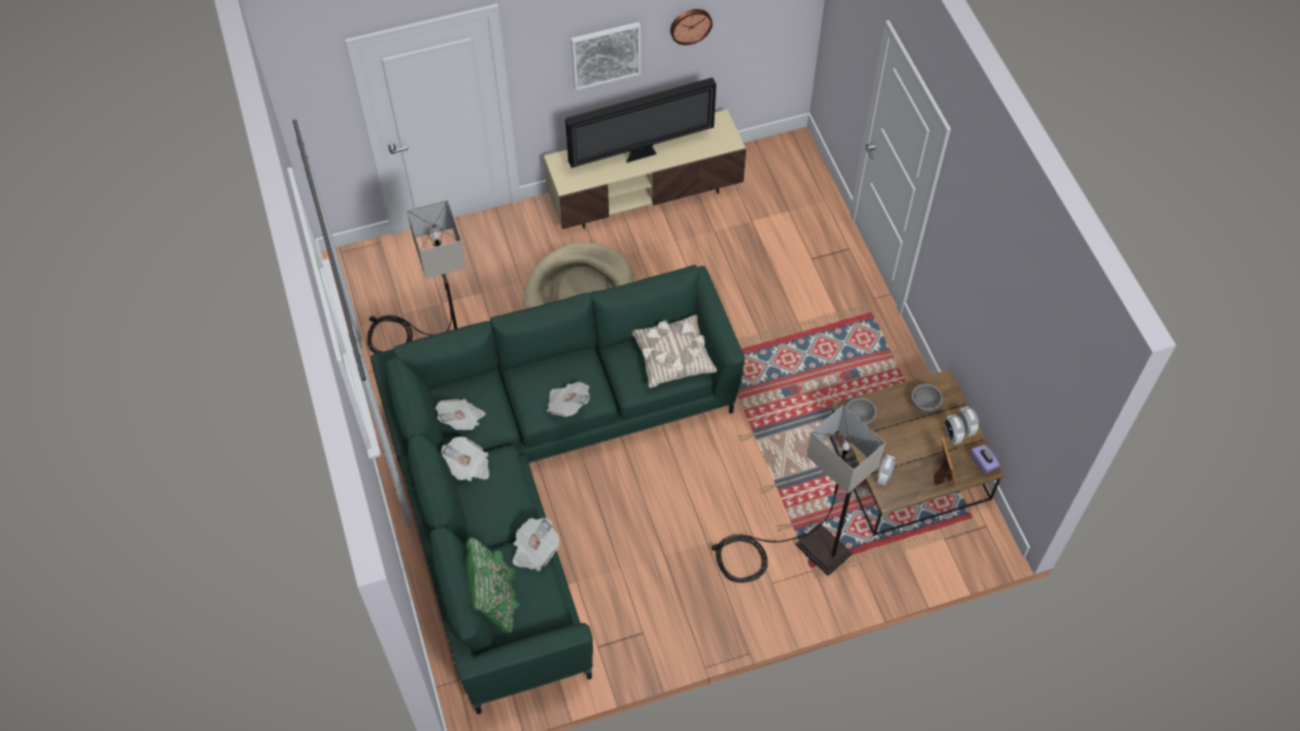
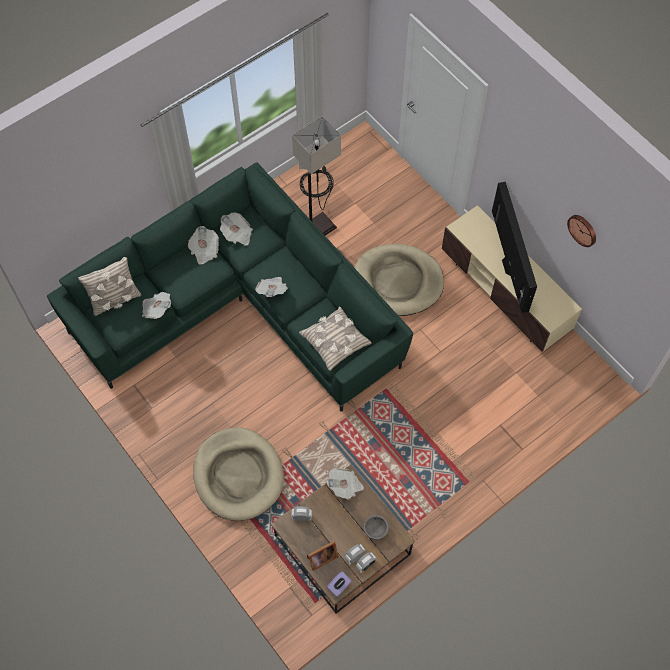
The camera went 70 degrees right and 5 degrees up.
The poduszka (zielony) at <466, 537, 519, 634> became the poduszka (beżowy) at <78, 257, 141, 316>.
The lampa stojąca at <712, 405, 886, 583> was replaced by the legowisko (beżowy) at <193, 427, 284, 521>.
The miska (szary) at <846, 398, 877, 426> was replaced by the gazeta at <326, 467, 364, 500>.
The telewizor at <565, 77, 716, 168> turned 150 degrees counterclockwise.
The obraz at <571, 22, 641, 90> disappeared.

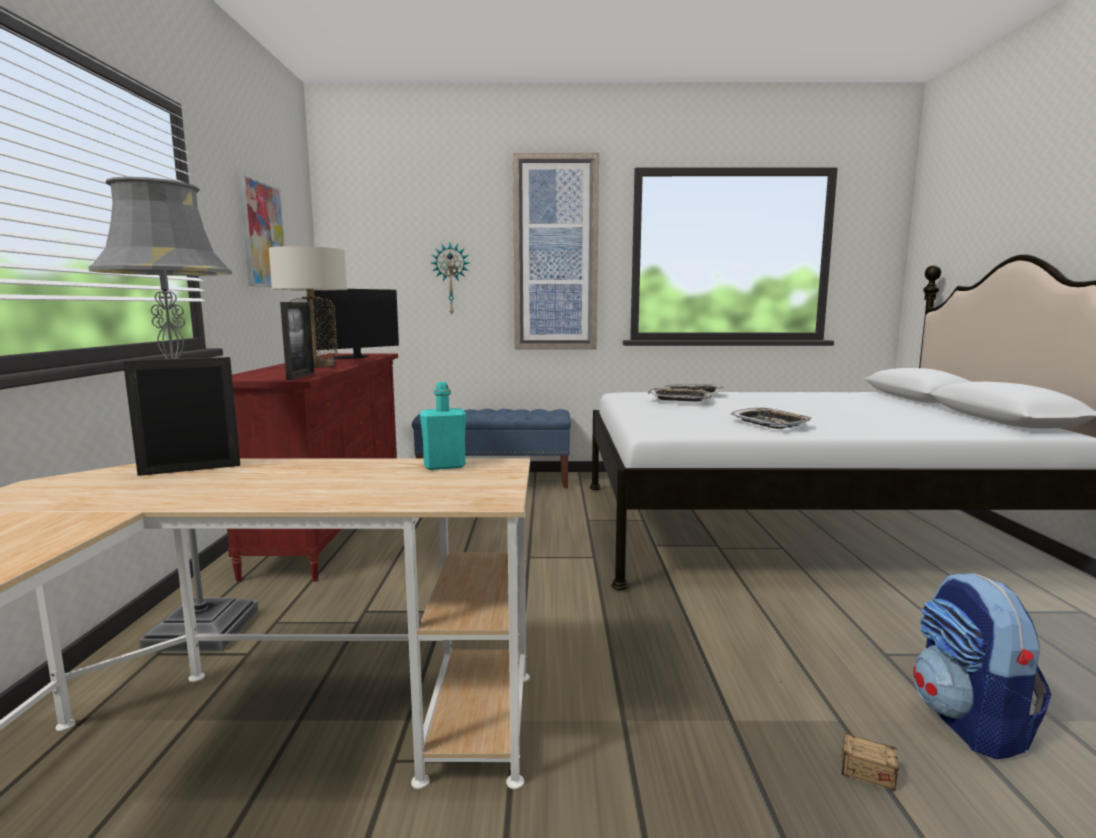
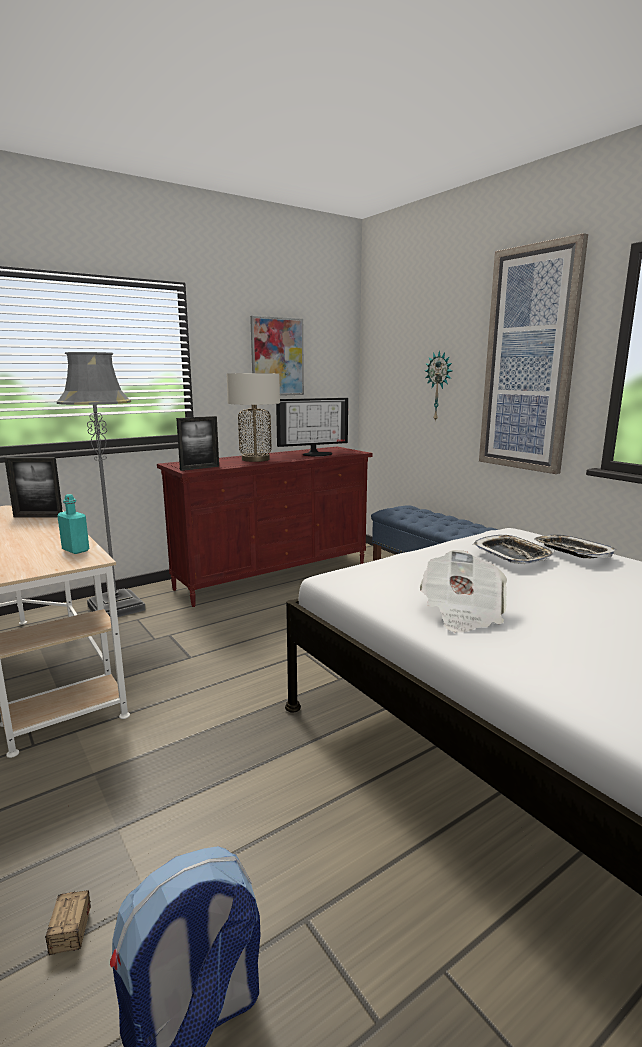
The camera went 55 degrees right and 5 degrees up.
The ramka na zdjęcie at <123, 357, 240, 476> turned 150 degrees clockwise.
The monitor at <306, 289, 399, 359> turned 150 degrees clockwise.
The taca at <730, 408, 812, 429> was replaced by the gazeta at <420, 550, 507, 633>.

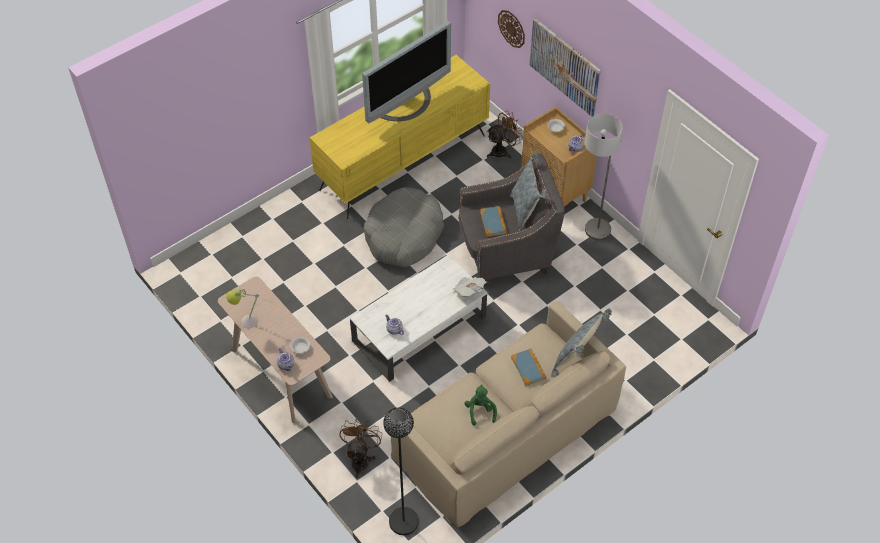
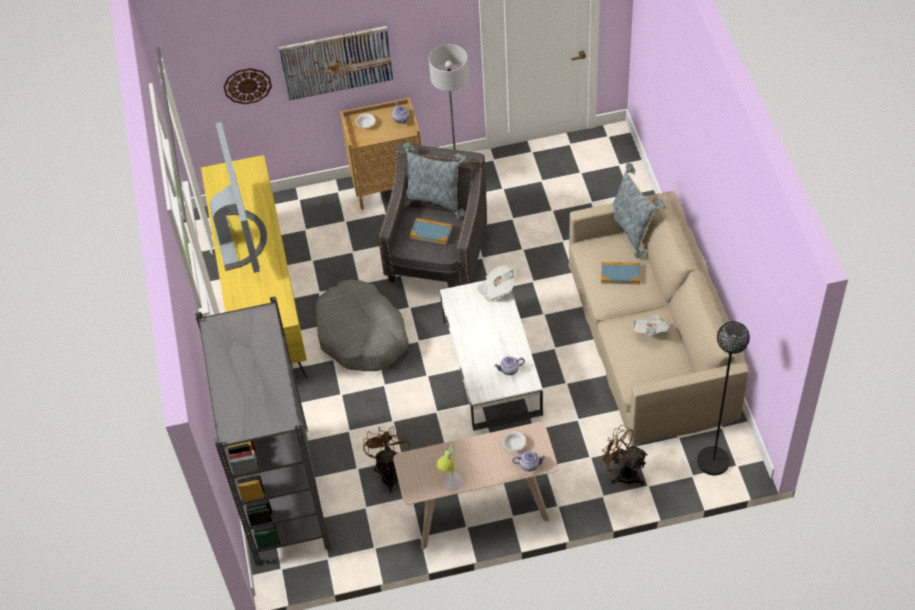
The camera went 60 degrees left and 0 degrees up.
The regał (szary) at <195, 296, 331, 565> appeared.
The wentylator (brązowy) moved from <487, 111, 523, 158> to <363, 427, 410, 493>.
The pluszak (zielony) at <465, 385, 497, 426> was replaced by the gazeta at <632, 315, 670, 335>.

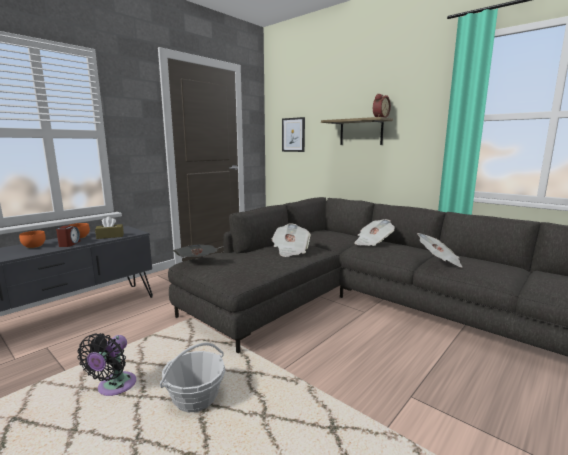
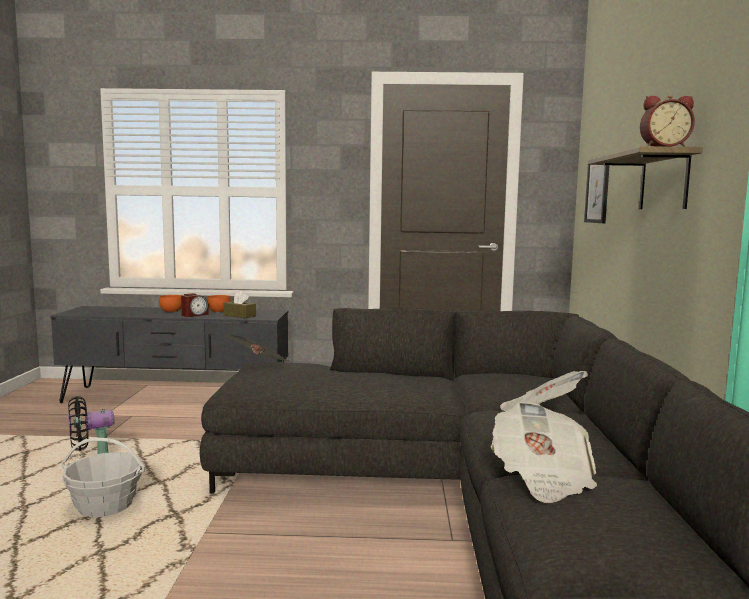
The camera went 50 degrees right and 5 degrees down.
The gazeta at <272, 223, 311, 257> disappeared.

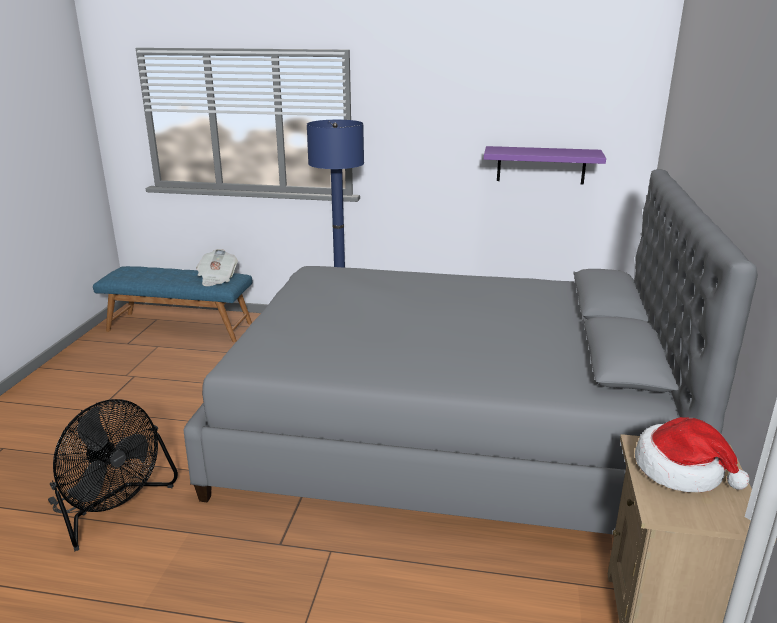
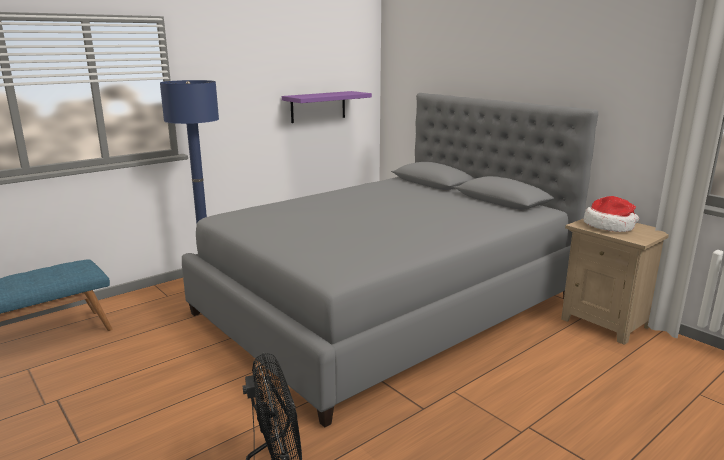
The camera went 50 degrees left and 5 degrees down.
The gazeta at <196, 249, 238, 286> disappeared.

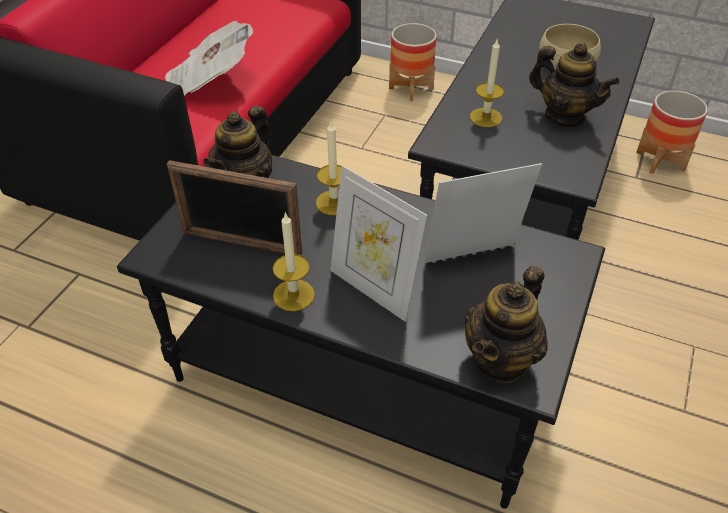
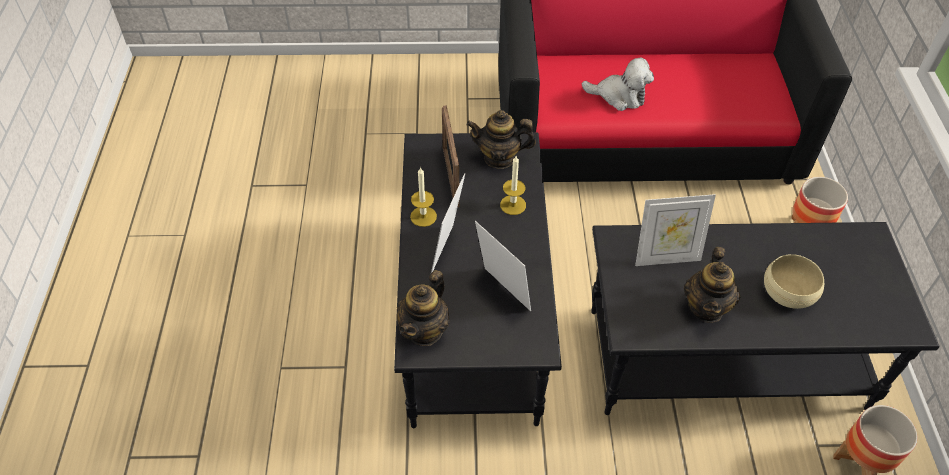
The camera went 65 degrees right and 5 degrees up.
The imbryk at <465, 266, 548, 383> turned 75 degrees counterclockwise.
The gazeta at <165, 21, 253, 96> was replaced by the pluszak at <582, 58, 654, 111>.
The świeca at <470, 40, 504, 127> was replaced by the ramka na zdjęcie at <635, 194, 716, 266>.

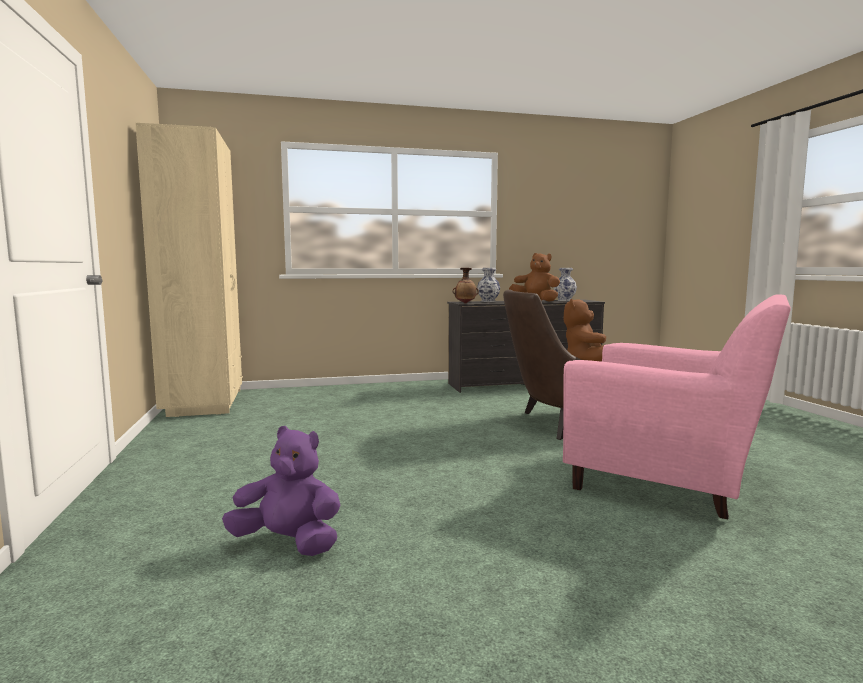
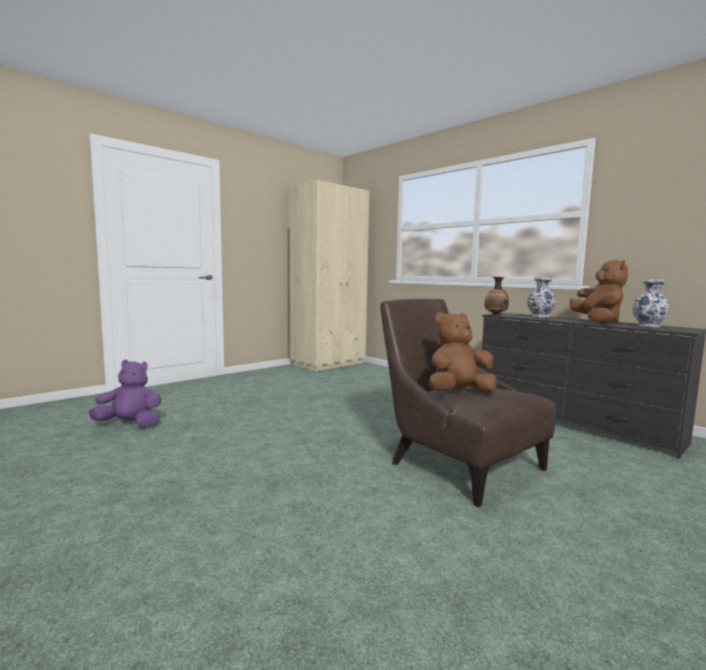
The camera went 60 degrees right and 0 degrees up.
The pluszak (fioletowy) at <222, 426, 340, 556> turned 75 degrees counterclockwise.
The fotel (różowy) at <563, 294, 791, 519> disappeared.

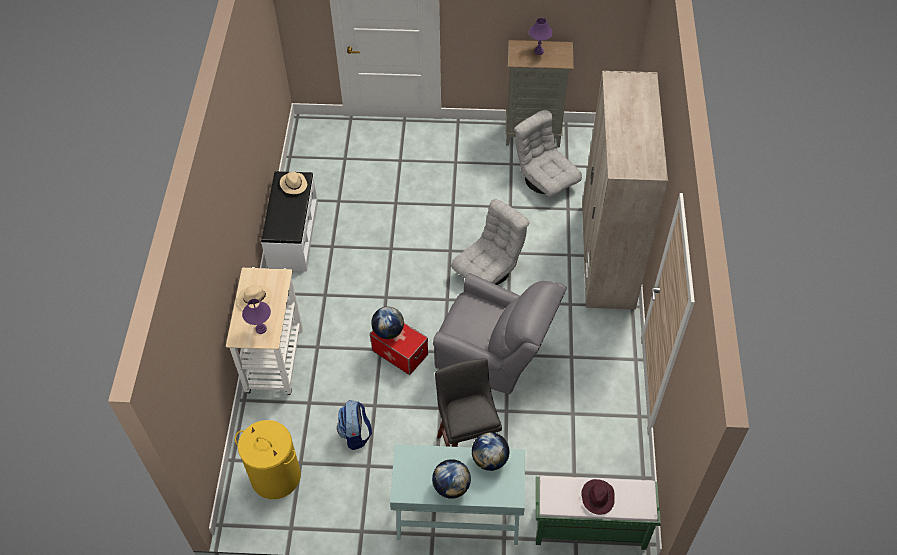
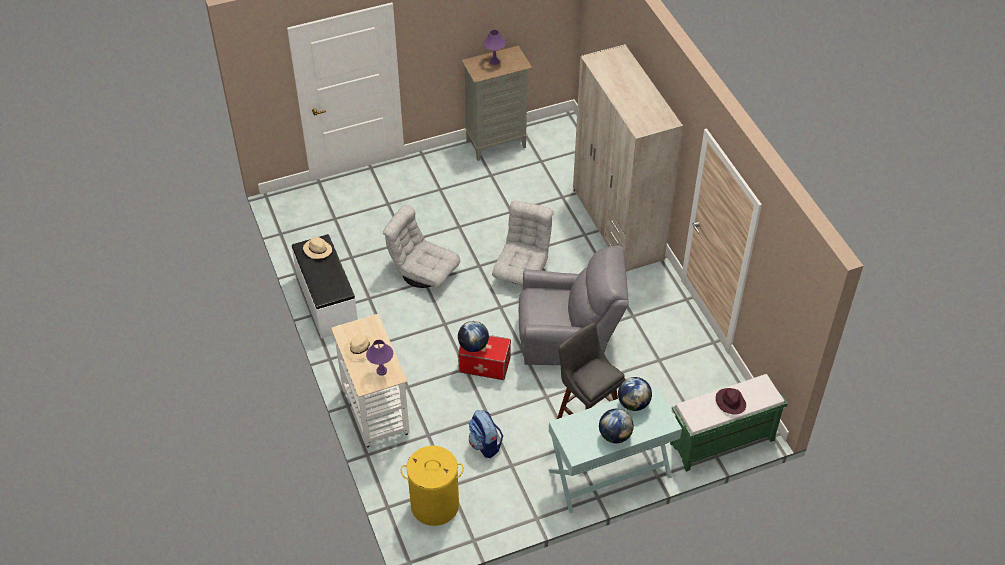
The camera went 25 degrees left and 5 degrees down.
The fotel (szary) moved from <514, 110, 582, 197> to <383, 205, 460, 288>.

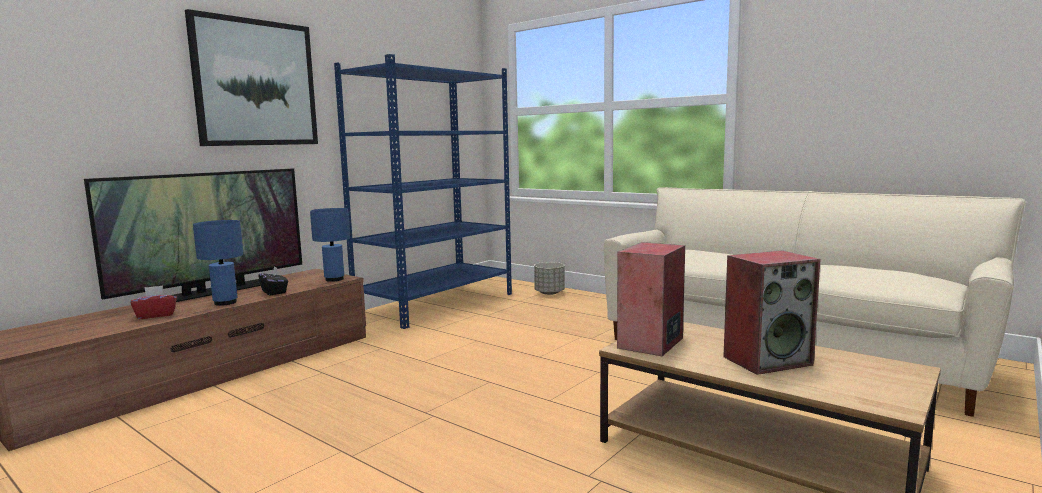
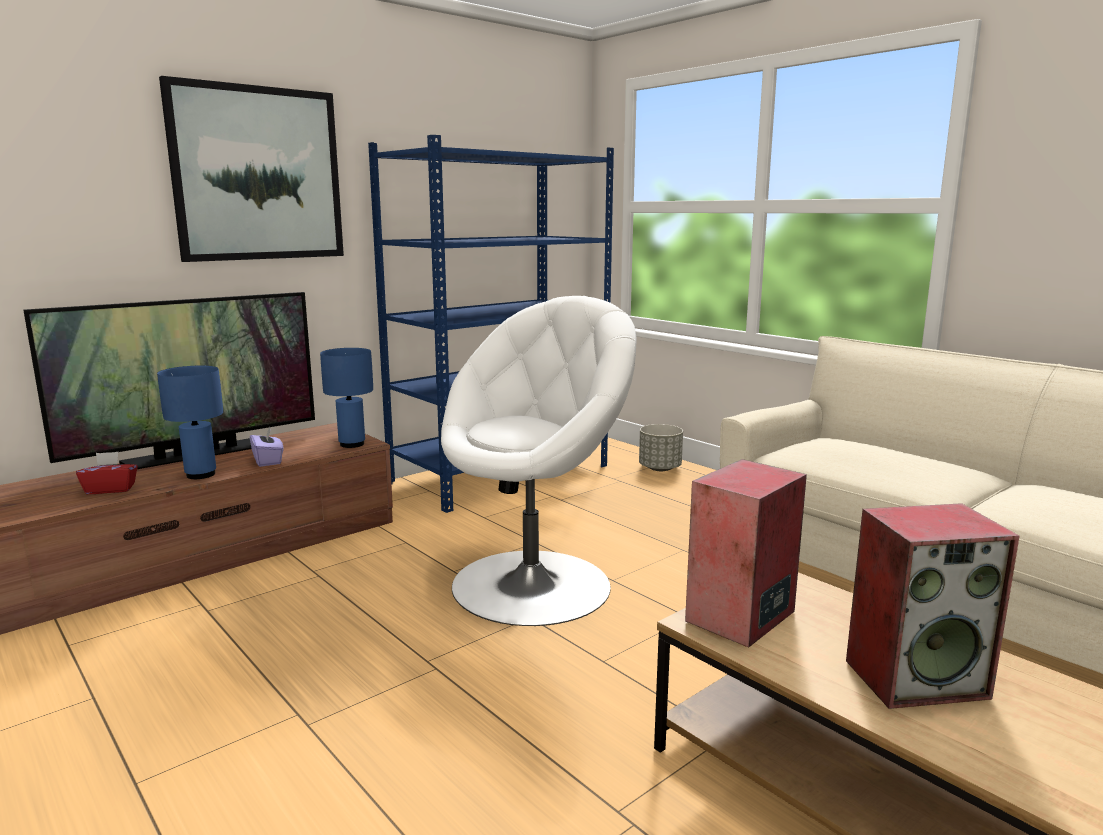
The camera went 10 degrees right and 5 degrees up.
The pudełko chusteczek (czarny) at <258, 266, 288, 295> became the pudełko chusteczek (fioletowy) at <250, 428, 284, 467>.
The fotel (biały) at <441, 296, 636, 626> appeared.

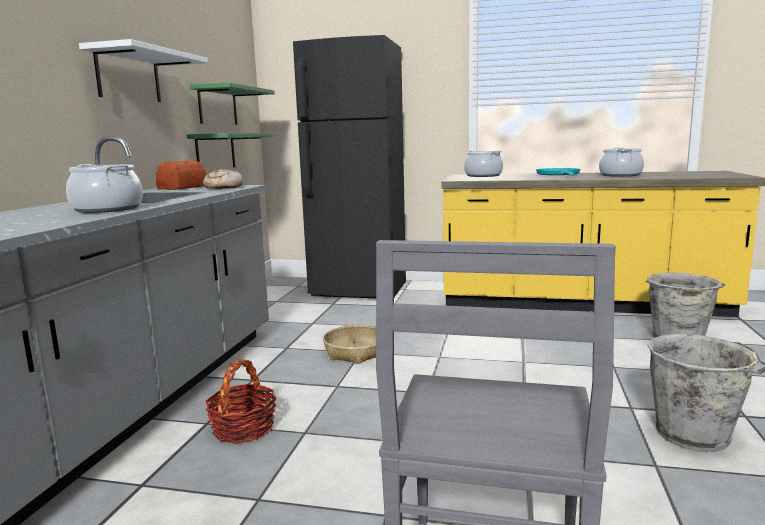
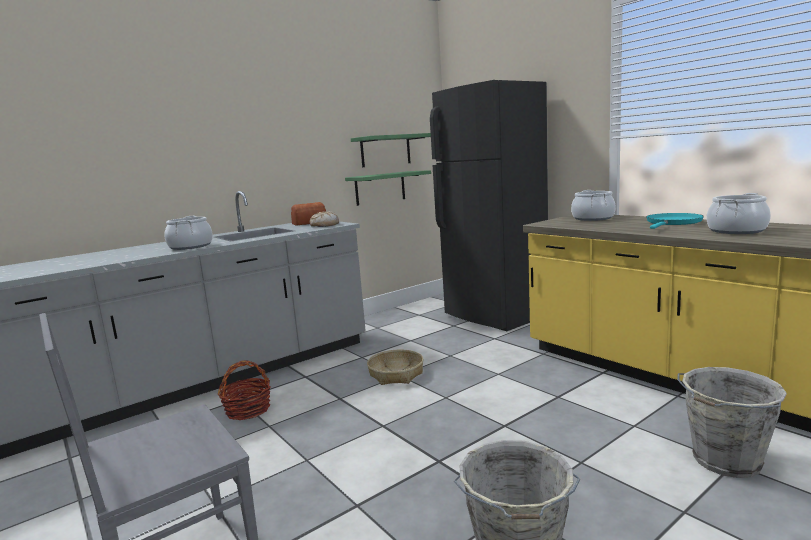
The camera went 40 degrees right and 0 degrees up.
The półka (biały) at <79, 39, 208, 102> disappeared.

